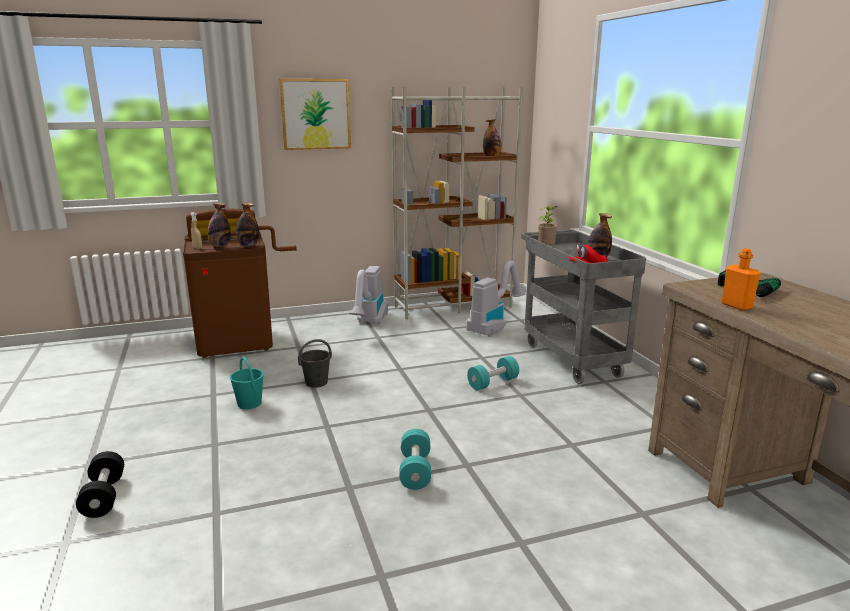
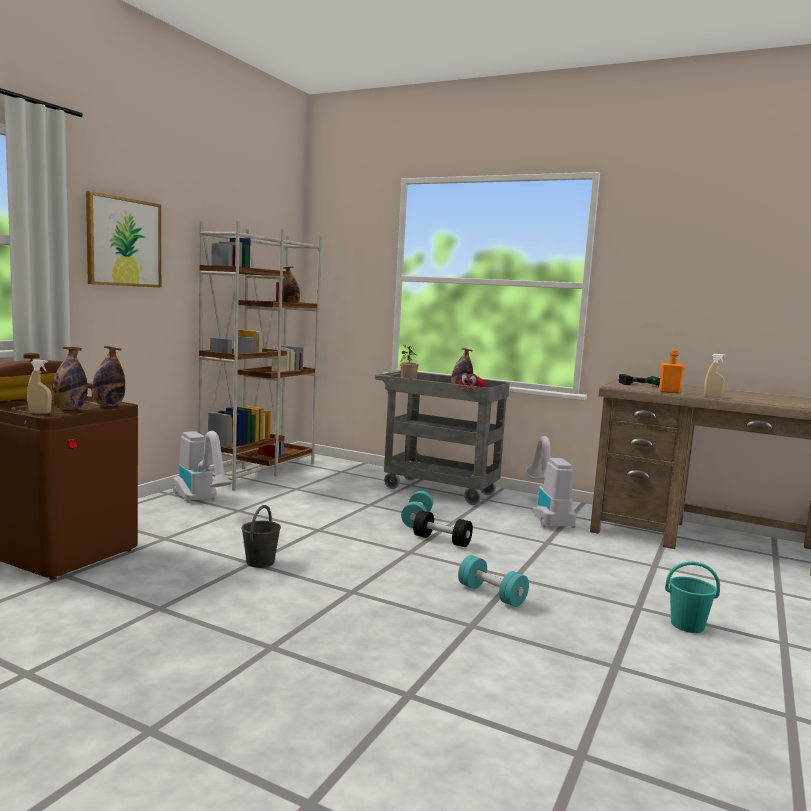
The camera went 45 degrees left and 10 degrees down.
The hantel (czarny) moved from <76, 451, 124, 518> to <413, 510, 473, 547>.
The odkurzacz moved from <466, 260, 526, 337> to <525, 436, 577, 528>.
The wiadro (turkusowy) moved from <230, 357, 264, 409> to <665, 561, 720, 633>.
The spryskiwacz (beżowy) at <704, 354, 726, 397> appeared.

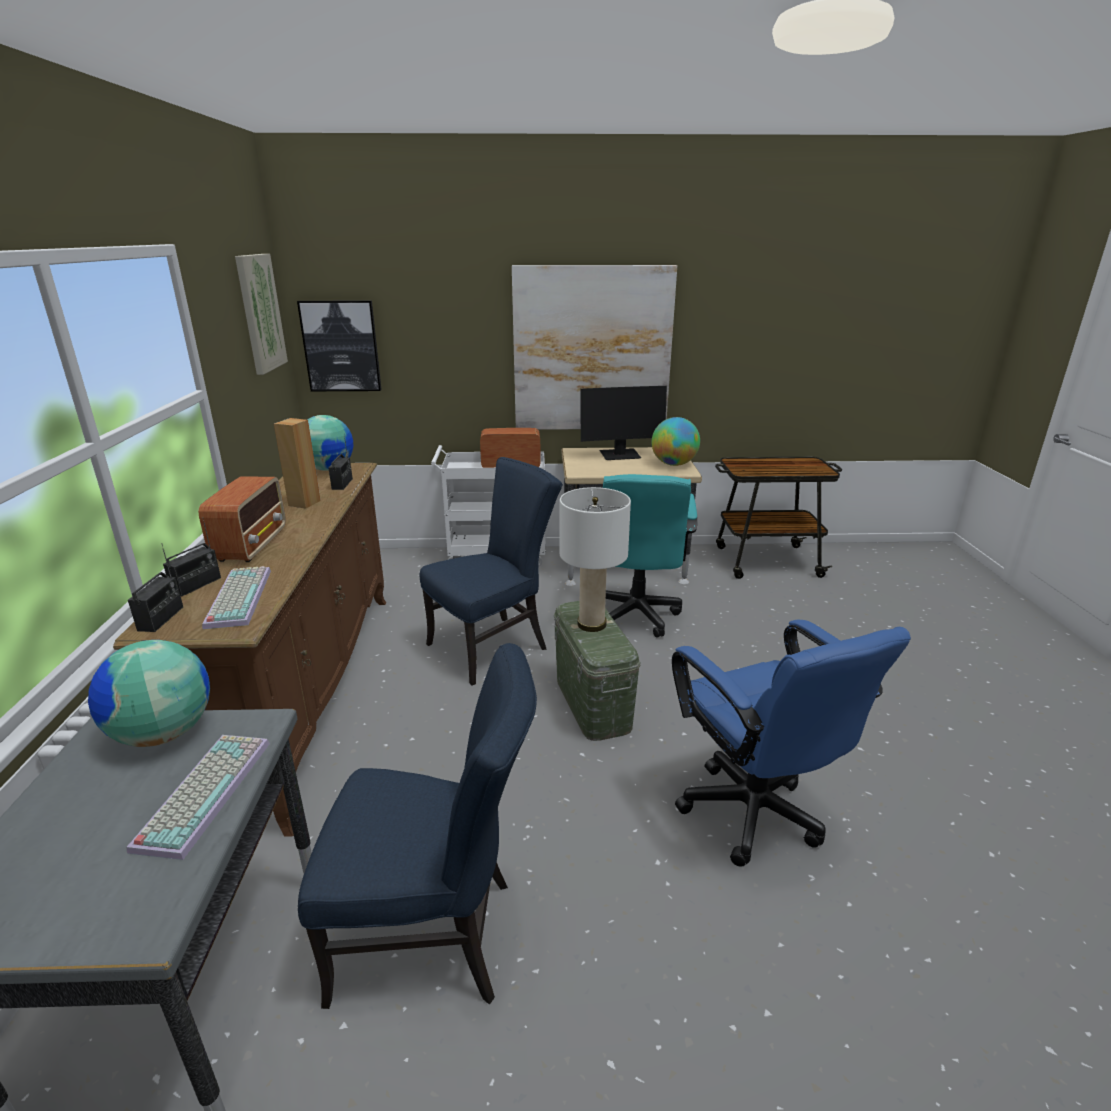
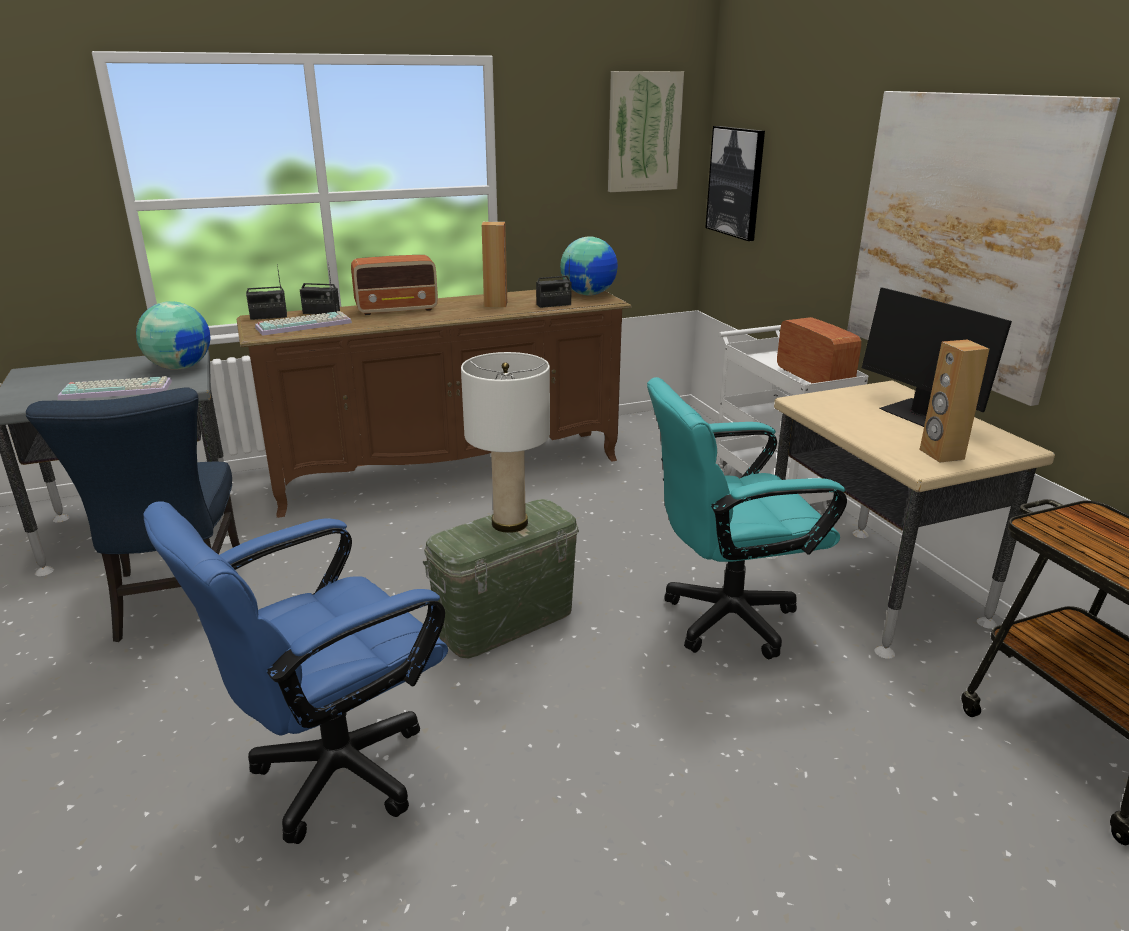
The camera went 70 degrees right and 0 degrees up.
The globus at <652, 417, 700, 466> was replaced by the głośnik (brązowy) at <919, 339, 989, 463>.
The krzesło (niebieski) at <419, 457, 563, 685> disappeared.

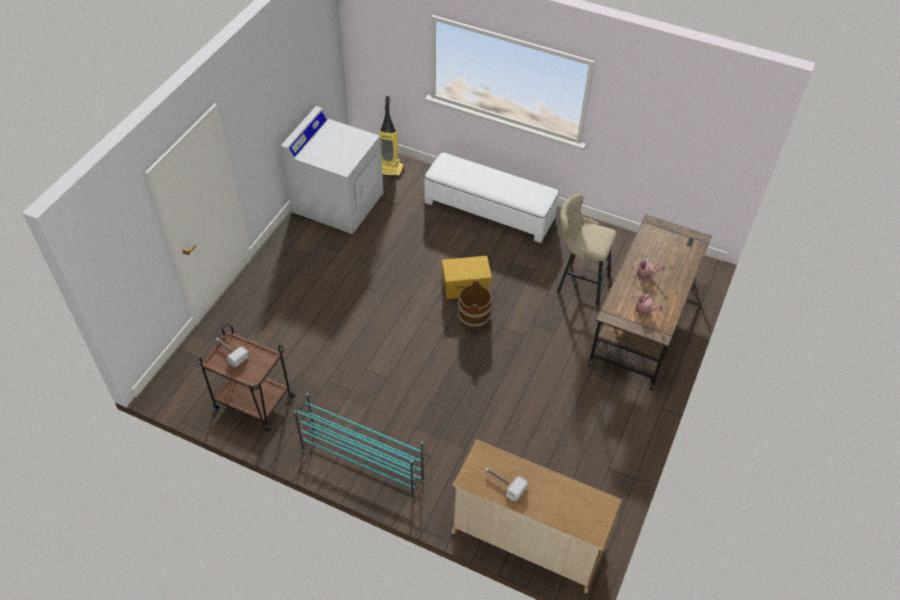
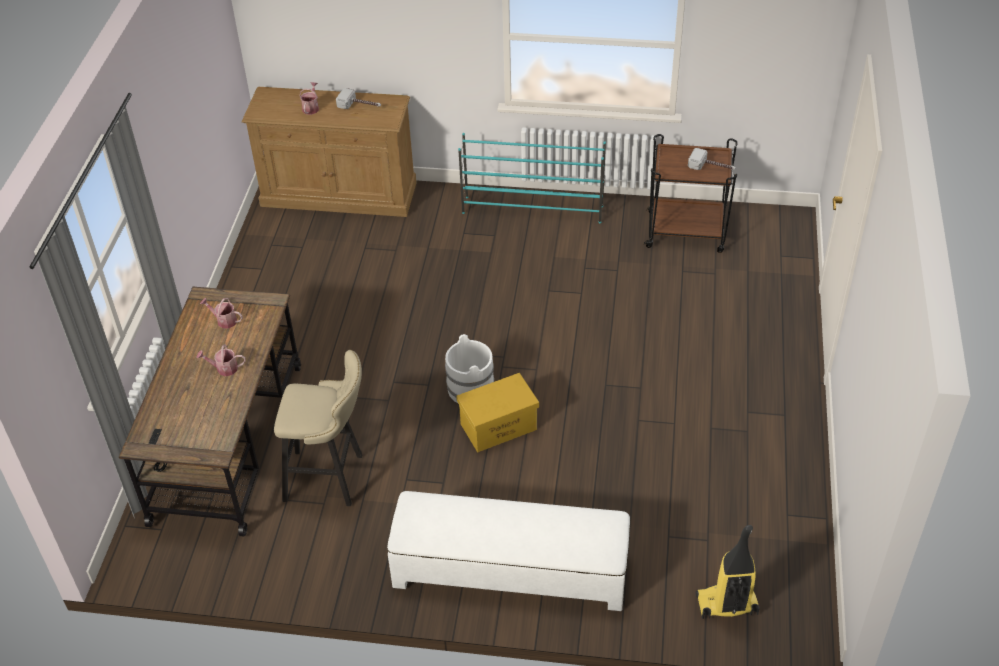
The camera went 165 degrees right and 5 degrees down.
The konewka at <299, 82, 319, 115> appeared.
The wiadro (brązowy) at <458, 280, 492, 330> became the wiadro (biały) at <445, 334, 494, 403>.
The pralka (biały) at <281, 106, 383, 234> disappeared.

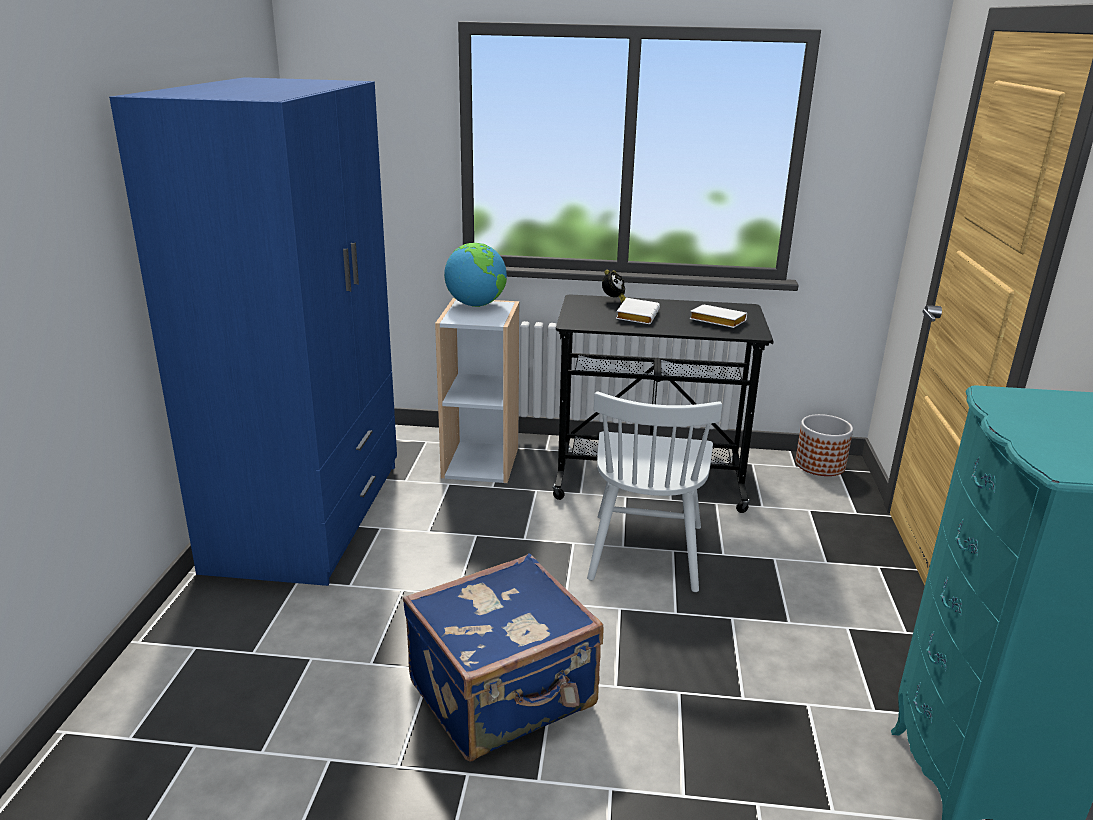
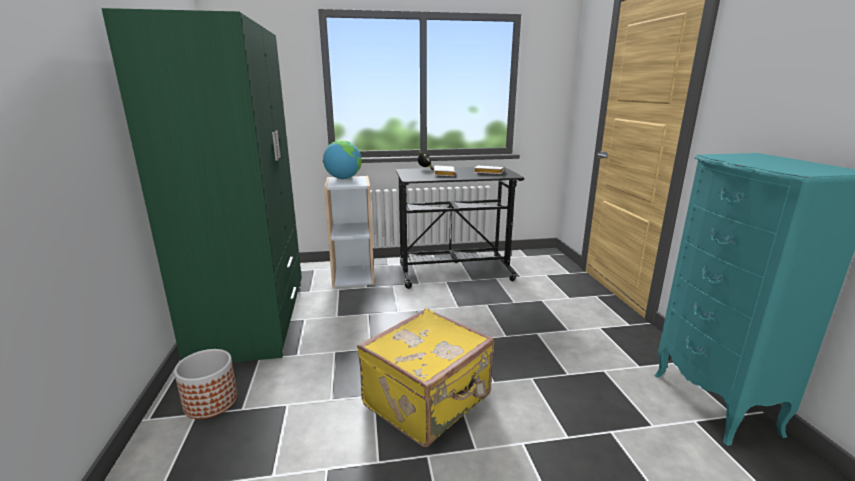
The camera went 15 degrees left and 5 degrees down.
The szafa (niebieski) at <109, 77, 397, 586> became the szafa (zielony) at <101, 8, 302, 362>.
The donica moved from <795, 414, 853, 476> to <174, 349, 238, 419>.
The walizka (niebieski) at <403, 553, 604, 762> became the walizka (żółty) at <357, 308, 494, 447>.
The krzesło (biały) at <587, 391, 722, 592> disappeared.

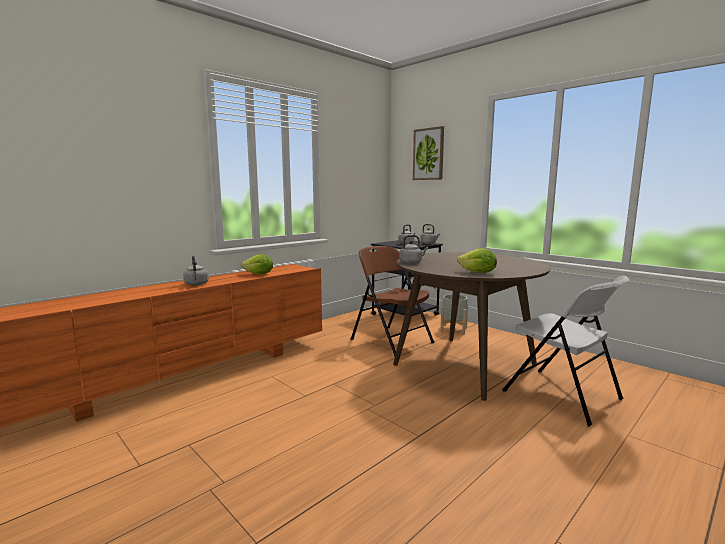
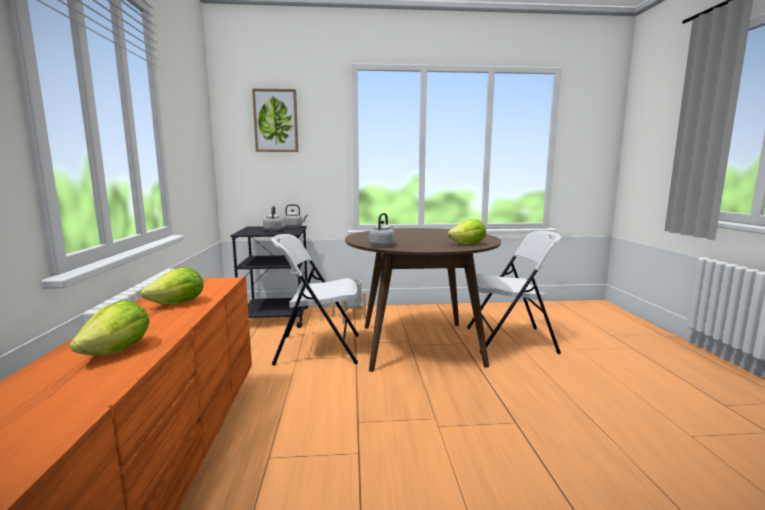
The camera went 50 degrees left and 0 degrees up.
The czajnik (szary) at <183, 256, 209, 286> was replaced by the sałata at <69, 300, 150, 356>.
The krzesło (brązowy) at <351, 246, 435, 356> became the krzesło (biały) at <271, 234, 359, 366>.

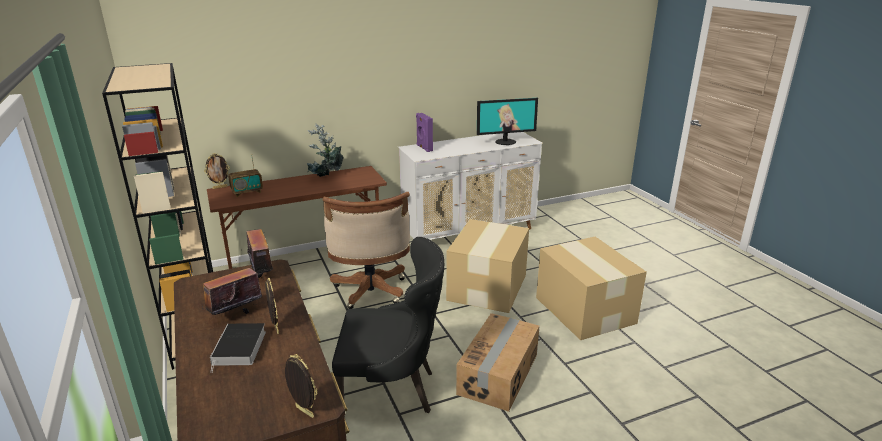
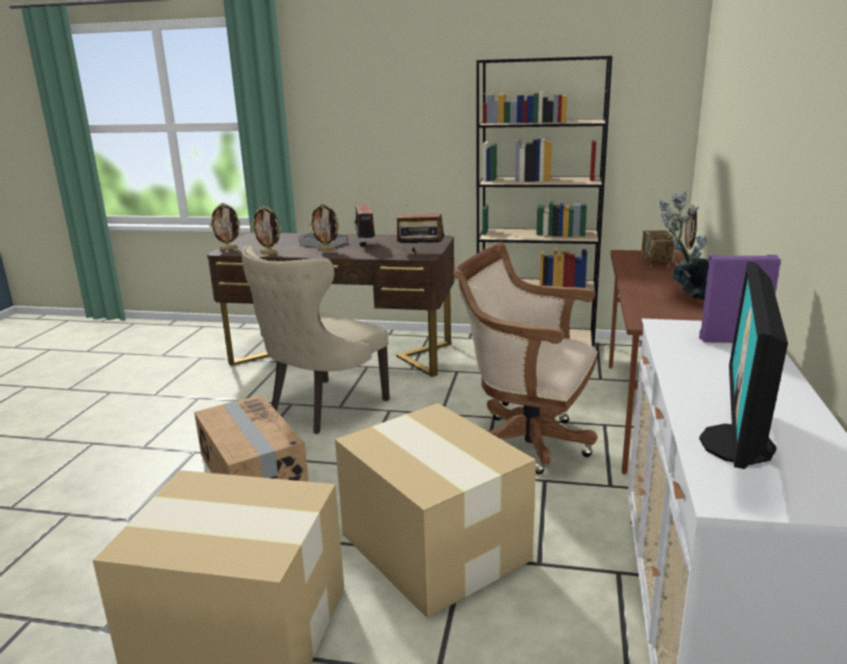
The camera went 125 degrees right and 5 degrees down.
The krzesło (czarny) at <332, 237, 444, 418> became the krzesło (beżowy) at <242, 246, 390, 434>.
The ramka na zdjęcie at <251, 206, 281, 254> appeared.

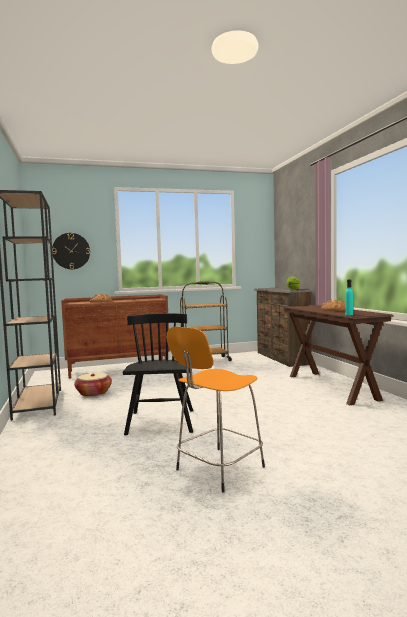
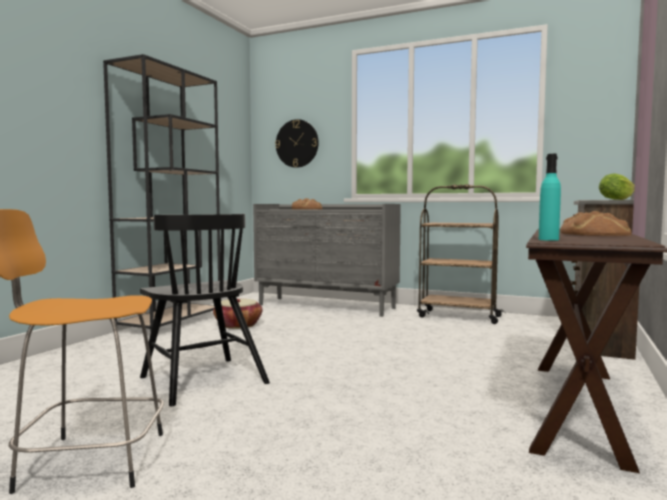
The camera went 40 degrees right and 0 degrees up.
The krzesło (czarny) at <123, 313, 193, 435> turned 105 degrees clockwise.
The szafka (brązowy) at <61, 294, 170, 379> became the szafka (szary) at <253, 204, 401, 317>.

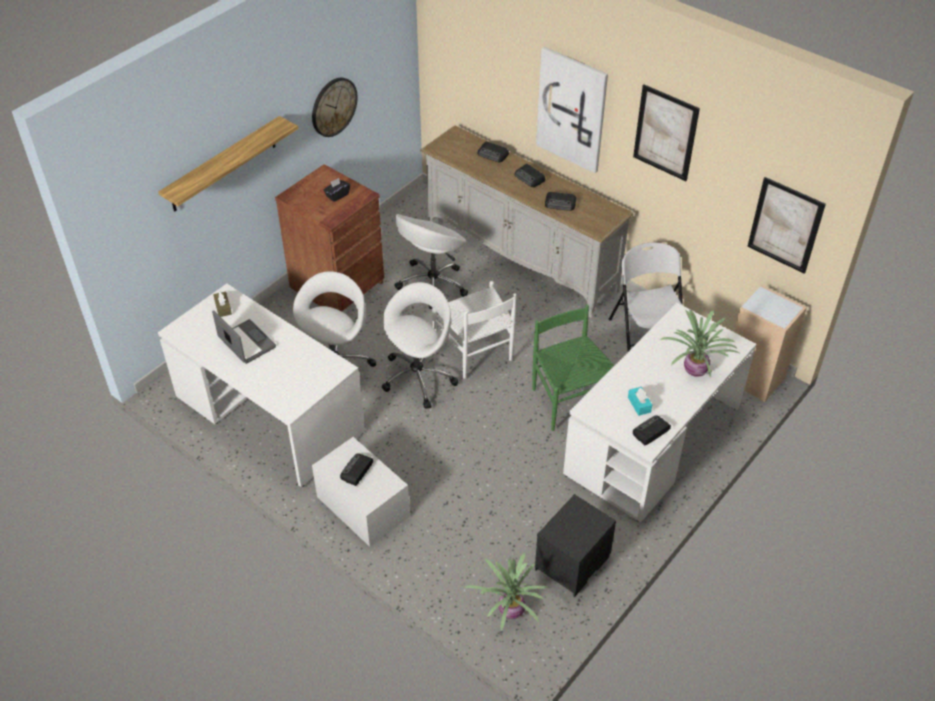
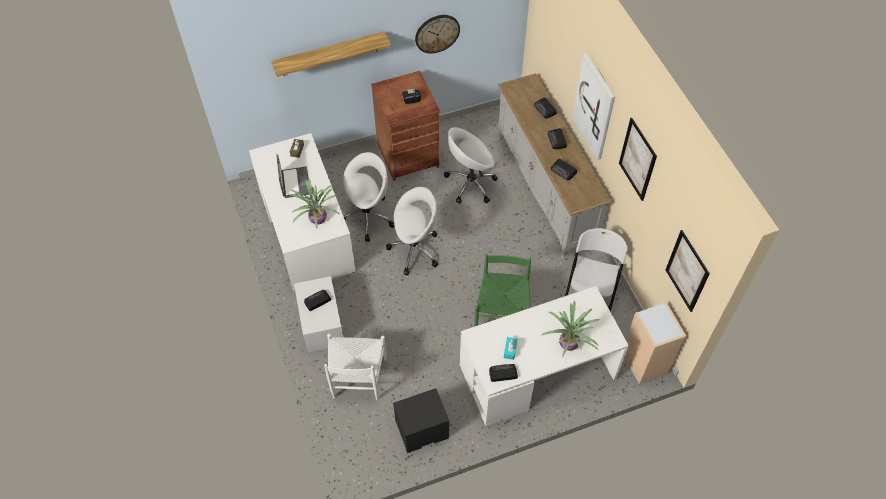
The camera went 30 degrees right and 10 degrees up.
The roślina doniczkowa moved from <463, 552, 550, 631> to <289, 179, 339, 229>.
The krzesło (biały) moved from <432, 281, 516, 379> to <324, 334, 387, 400>.

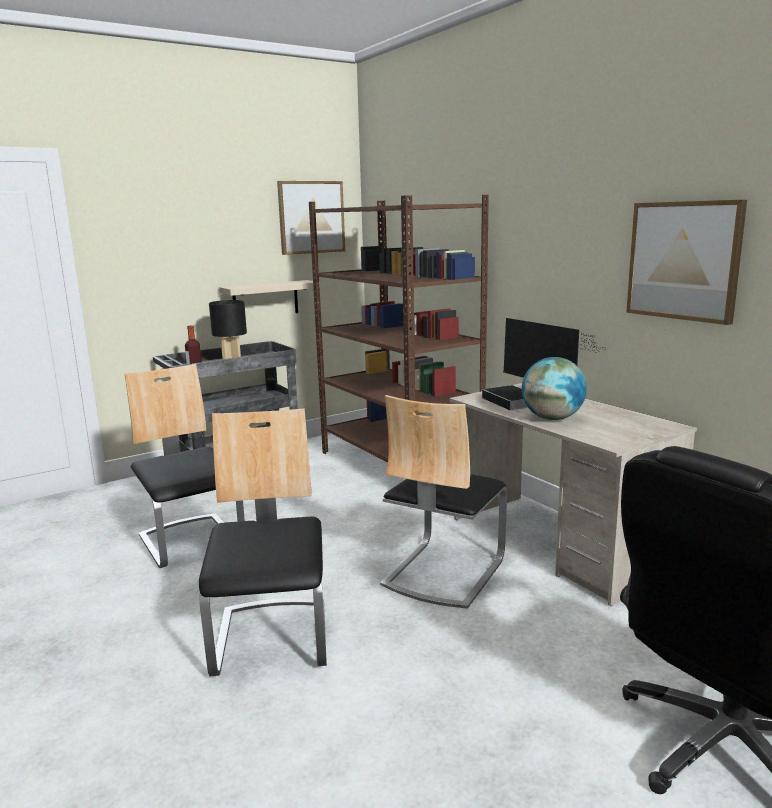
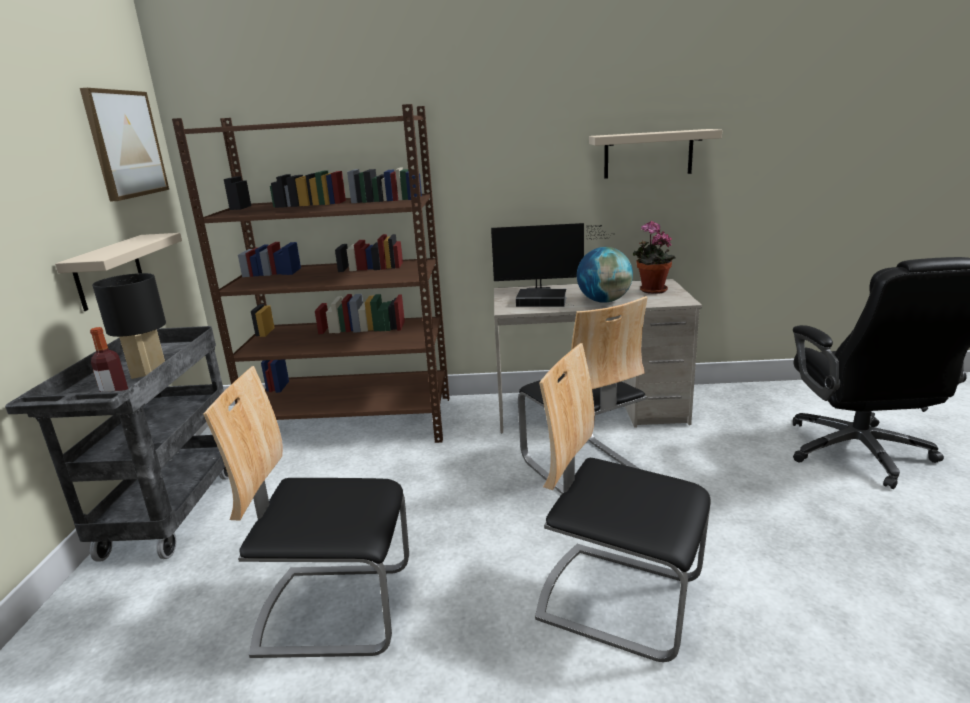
The camera went 55 degrees left and 5 degrees up.
The obraz at <626, 199, 747, 325> was replaced by the półka (beżowy) at <589, 129, 722, 179>.
The roślina doniczkowa at <633, 221, 676, 294> appeared.

